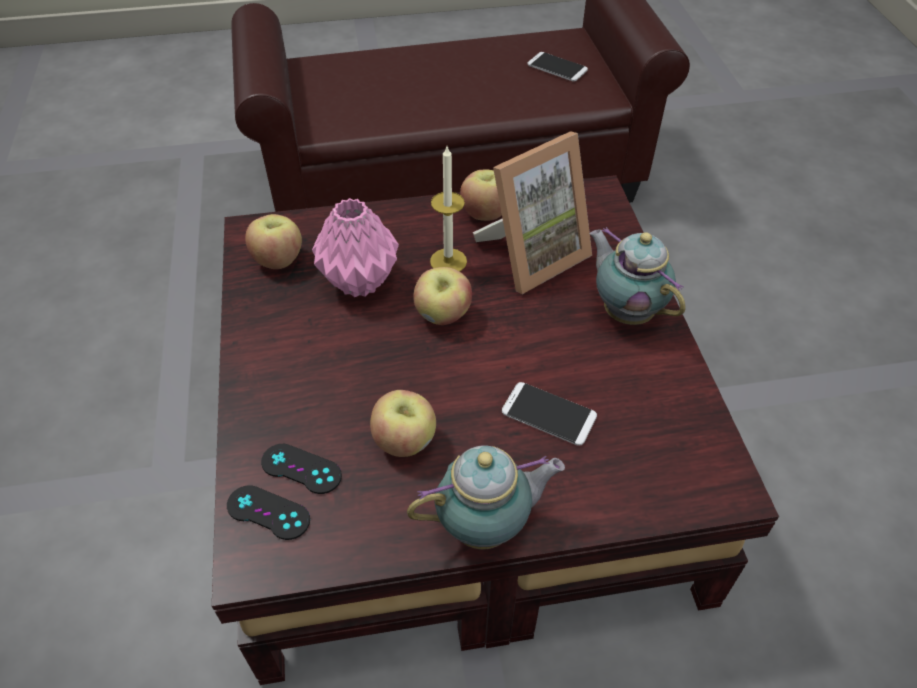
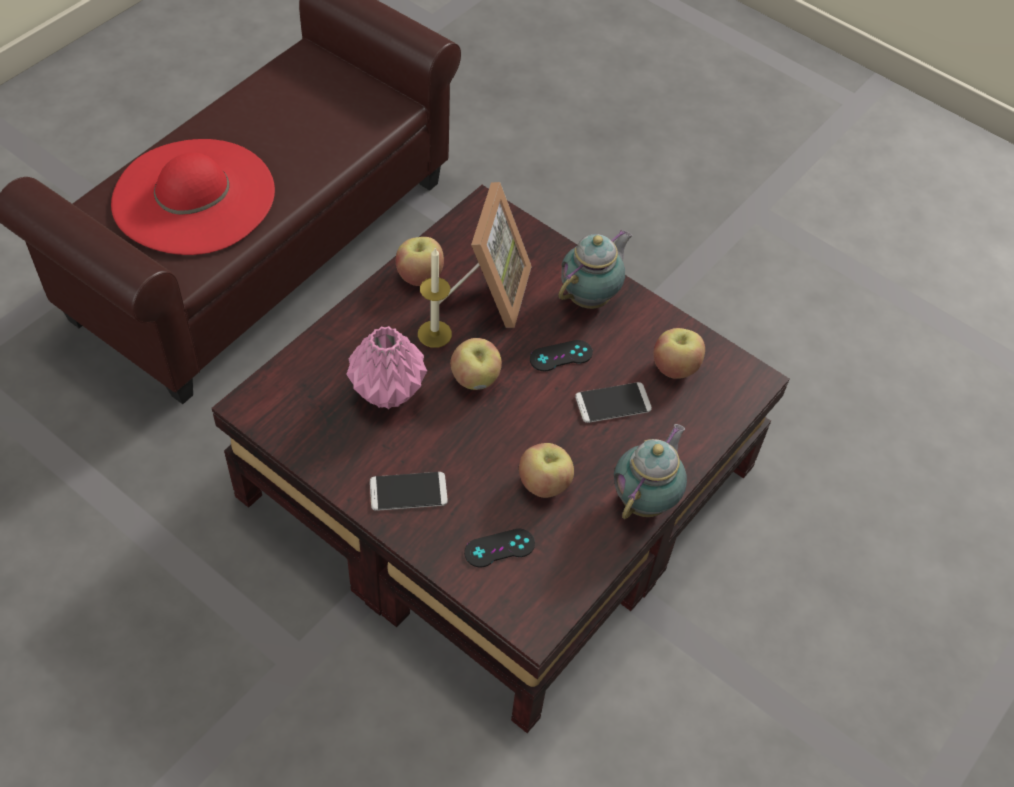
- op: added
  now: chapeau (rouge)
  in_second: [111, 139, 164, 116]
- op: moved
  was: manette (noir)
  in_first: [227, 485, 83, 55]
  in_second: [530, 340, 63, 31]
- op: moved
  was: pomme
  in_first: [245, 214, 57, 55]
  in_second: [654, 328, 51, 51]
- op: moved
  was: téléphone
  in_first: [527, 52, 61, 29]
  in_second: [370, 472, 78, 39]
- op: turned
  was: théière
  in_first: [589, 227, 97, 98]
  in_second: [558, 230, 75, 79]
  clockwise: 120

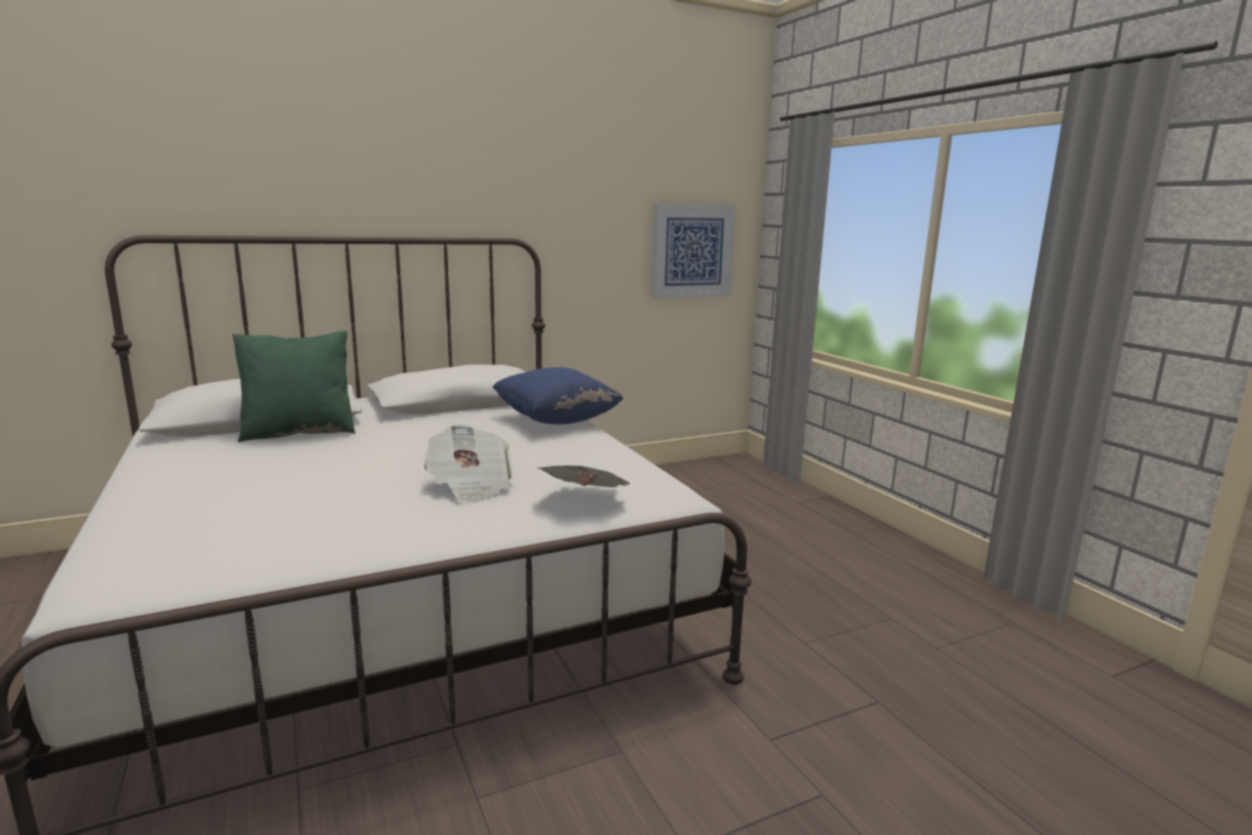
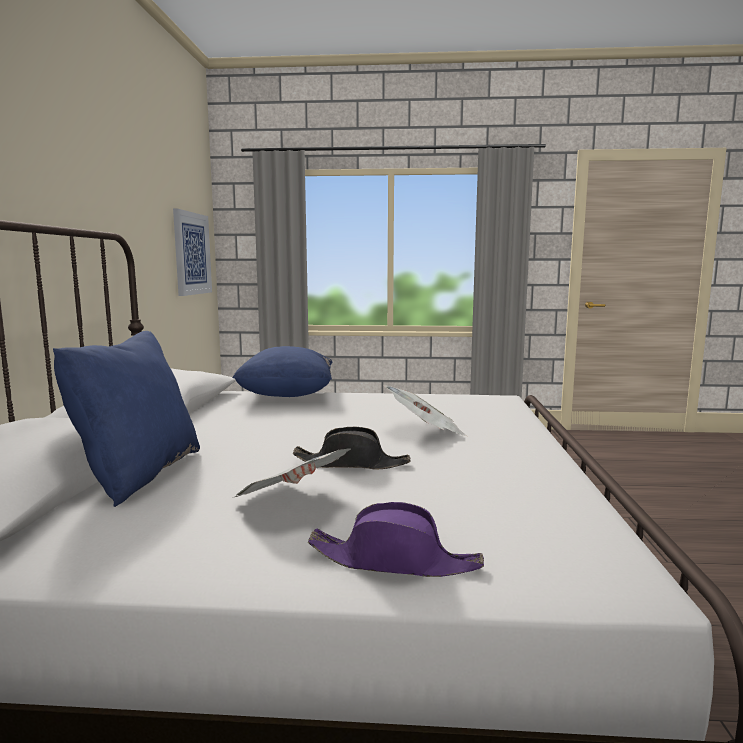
- op: added
  now: chapeau (noir)
  in_second: [293, 427, 118, 42]
- op: added
  now: chapeau (violet)
  in_second: [308, 502, 176, 75]
- op: moved
  was: journal
  in_first: [538, 465, 92, 22]
  in_second: [235, 448, 116, 49]
- op: recoloured
  was: coussin (vert)
  now: coussin (bleu)
  in_first: [232, 331, 123, 111]
  in_second: [53, 331, 147, 176]

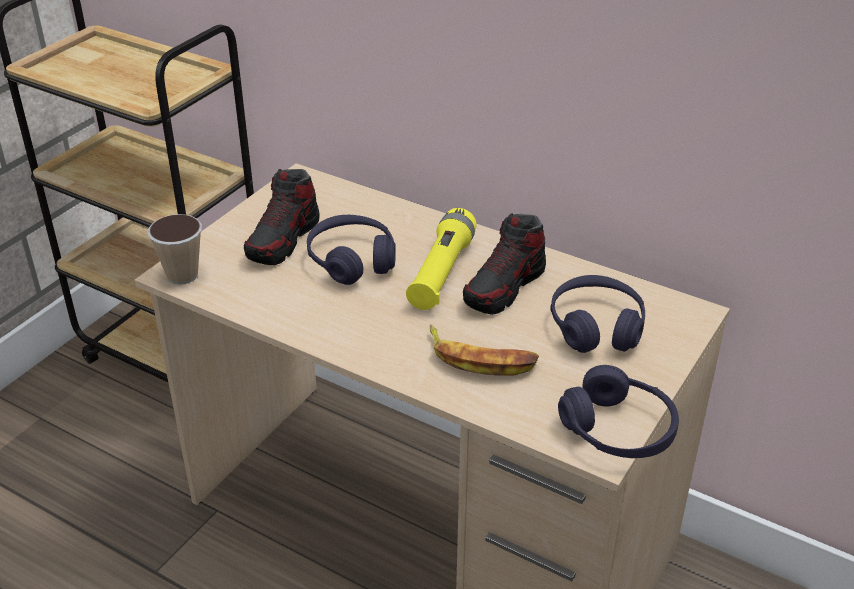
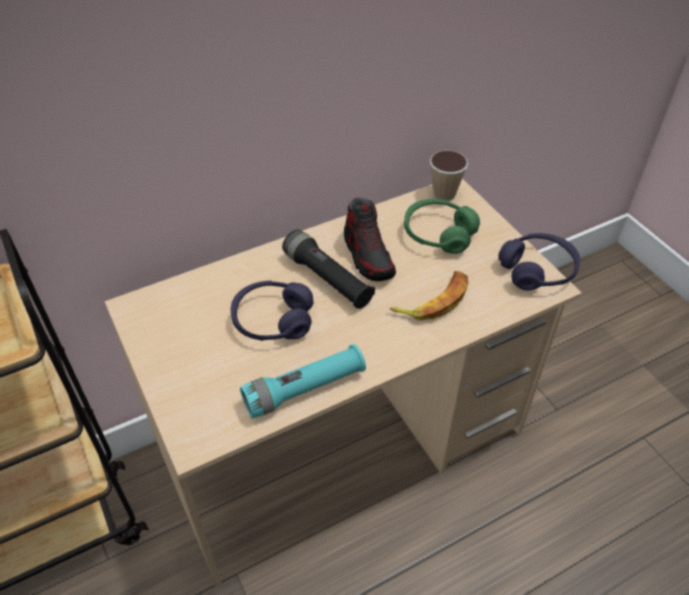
- op: removed
  was: chaussure
  in_first: [244, 169, 76, 96]
- op: added
  now: lampe de poche (turquoise)
  in_second: [240, 344, 126, 74]
- op: moved
  was: tasse
  in_first: [148, 214, 54, 71]
  in_second: [430, 151, 38, 50]
- op: recoloured
  was: lampe de poche (jaune)
  now: lampe de poche (noir)
  in_first: [406, 208, 71, 102]
  in_second: [282, 230, 93, 79]
- op: recoloured
  was: casque audio (violet)
  now: casque audio (vert)
  in_first: [550, 275, 95, 78]
  in_second: [404, 199, 76, 55]

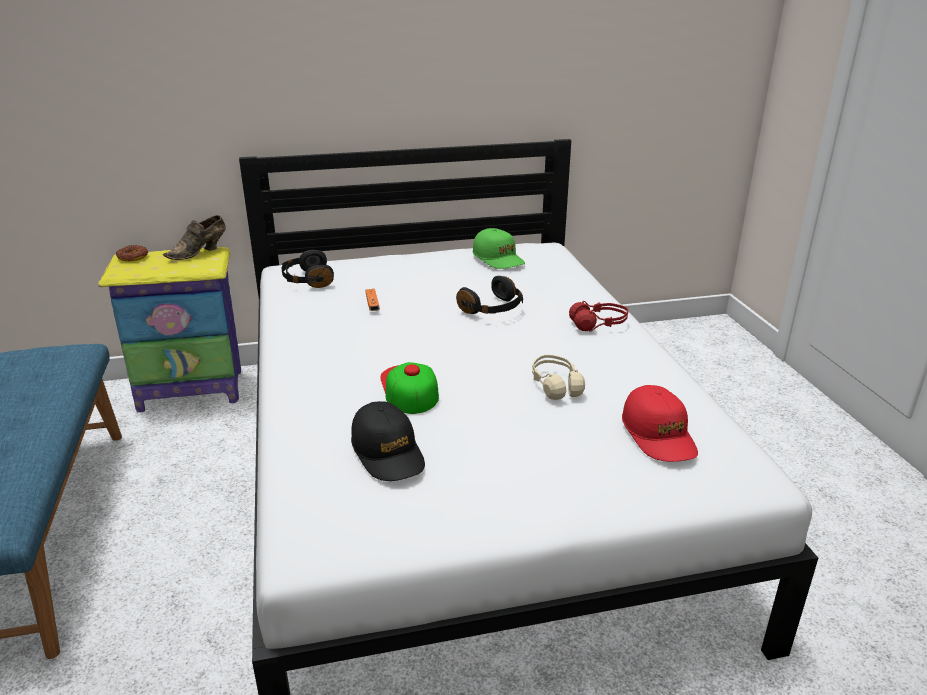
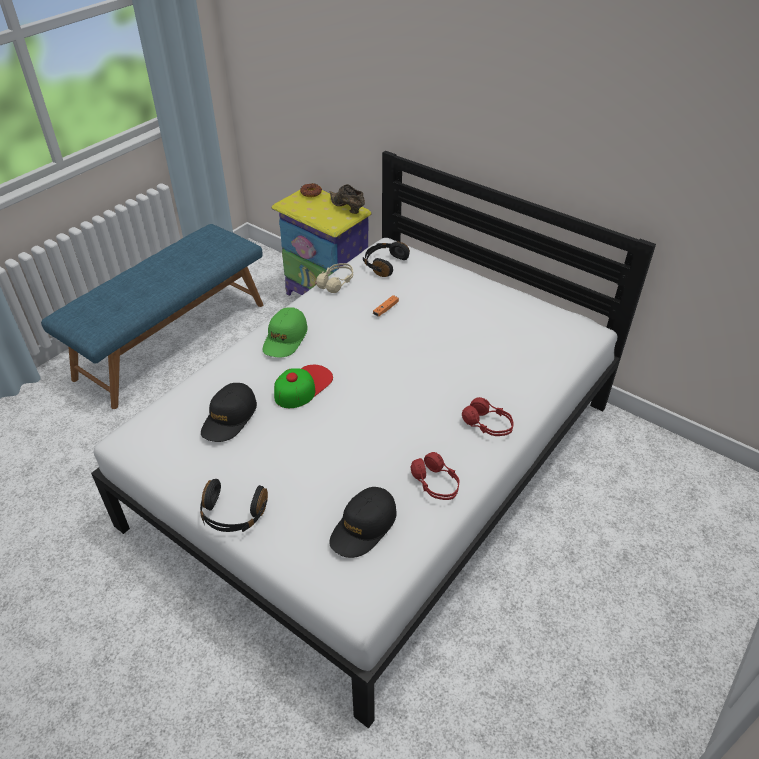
- op: added
  now: casque audio (rouge)
  in_second: [411, 452, 49, 48]
- op: moved
  was: casque audio (noir)
  in_first: [456, 276, 67, 38]
  in_second: [200, 479, 68, 53]
- op: moved
  was: casquette (vert)
  in_first: [473, 228, 52, 41]
  in_second: [263, 307, 45, 51]
- op: moved
  was: casque audio (beige)
  in_first: [532, 355, 53, 45]
  in_second: [316, 263, 37, 30]
- op: recoloured
  was: casquette (rouge)
  now: casquette (noir)
  in_first: [622, 385, 76, 77]
  in_second: [329, 487, 68, 71]
- op: turned
  was: chaussure (marron)
  in_first: [163, 215, 63, 45]
  in_second: [329, 184, 36, 30]
  clockwise: 45

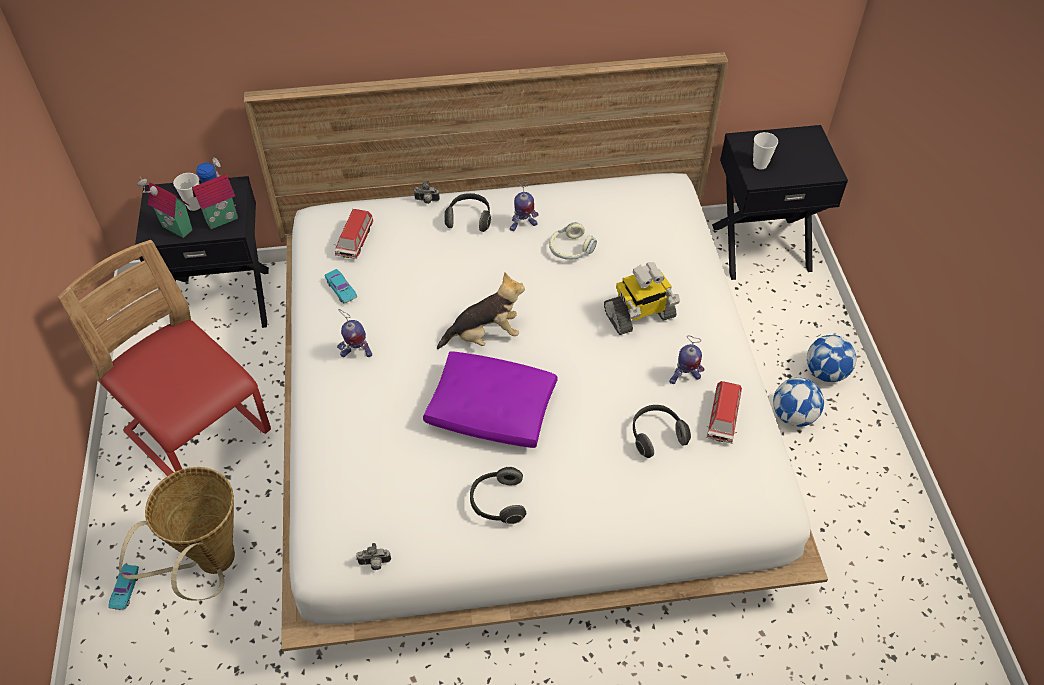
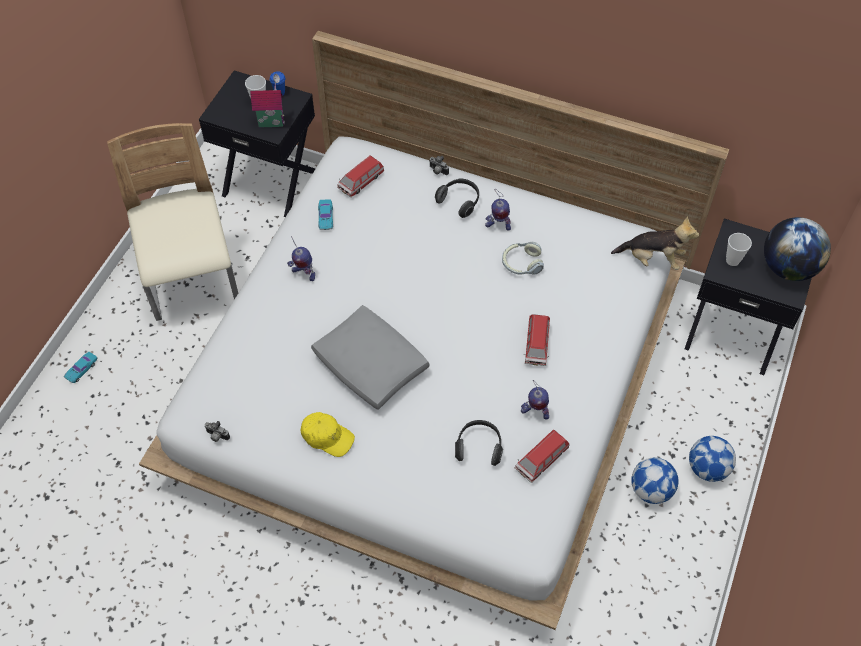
- op: removed
  was: panier
  in_first: [119, 467, 116, 134]
- op: removed
  was: maison miniature
  in_first: [137, 177, 55, 61]
- op: added
  now: globe
  in_second: [764, 217, 67, 64]
- op: moved
  was: peluche
  in_first: [437, 272, 88, 77]
  in_second: [611, 217, 88, 53]
- op: replaced
  was: casque audio
  now: casquette (jaune)
  in_first: [470, 467, 56, 57]
  in_second: [301, 412, 54, 45]
- op: replaced
  was: robot jouet
  now: petite voiture
  in_first: [604, 262, 76, 73]
  in_second: [524, 314, 26, 52]
- op: recoloured
  was: chaise (rouge)
  now: chaise (beige)
  in_first: [58, 240, 213, 236]
  in_second: [107, 123, 131, 198]
- op: recoloured
  was: coussin (violet)
  now: coussin (gris)
  in_first: [423, 352, 135, 96]
  in_second: [311, 305, 118, 105]

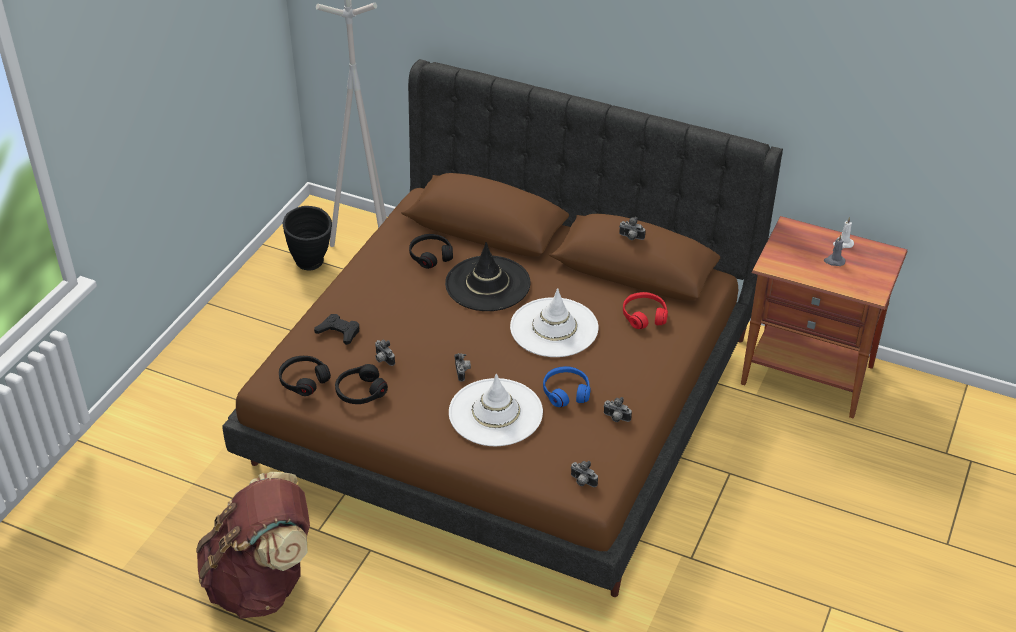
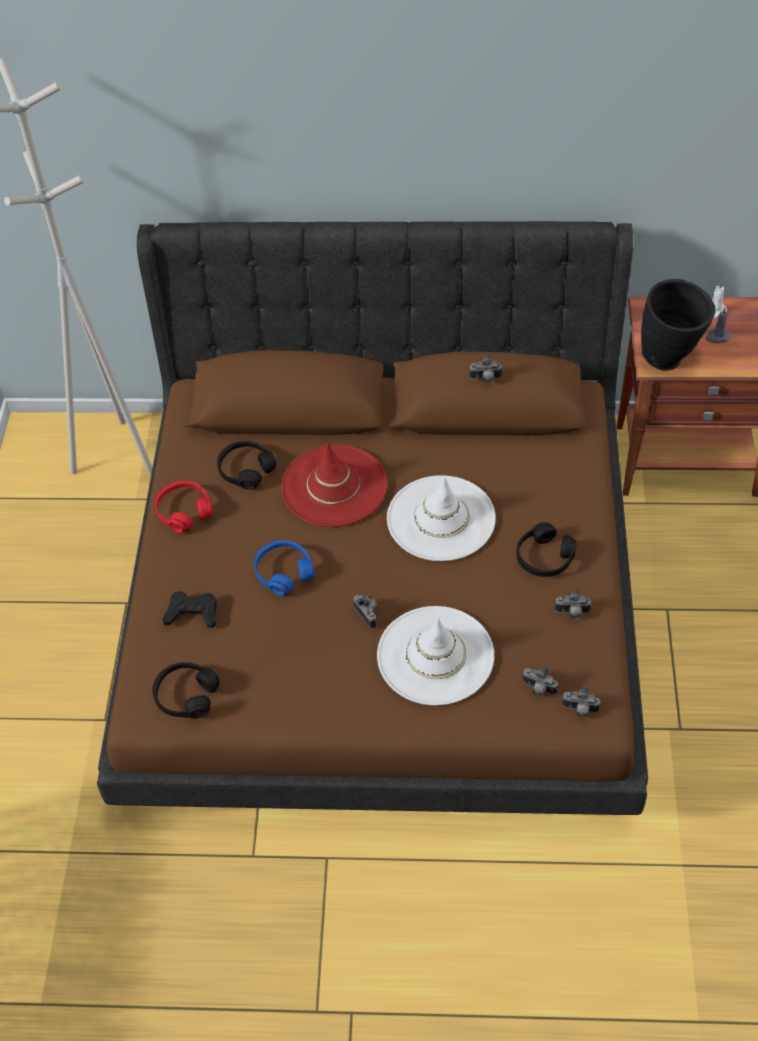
- op: removed
  was: sac à dos (marron)
  in_first: [196, 472, 114, 147]
- op: moved
  was: vase (noir)
  in_first: [282, 206, 50, 65]
  in_second: [641, 279, 75, 92]
- op: moved
  was: casque audio (noir)
  in_first: [335, 364, 53, 40]
  in_second: [516, 522, 61, 55]
- op: moved
  was: appareil photo
  in_first: [375, 339, 20, 27]
  in_second: [522, 666, 36, 31]
- op: moved
  was: casque audio (bleu)
  in_first: [543, 366, 48, 41]
  in_second: [254, 540, 60, 56]
- op: moved
  was: casque audio (rouge)
  in_first: [623, 292, 45, 37]
  in_second: [155, 481, 58, 52]
- op: recoloured
  was: chapeau (noir)
  now: chapeau (rouge)
  in_first: [445, 242, 86, 69]
  in_second: [281, 441, 106, 86]

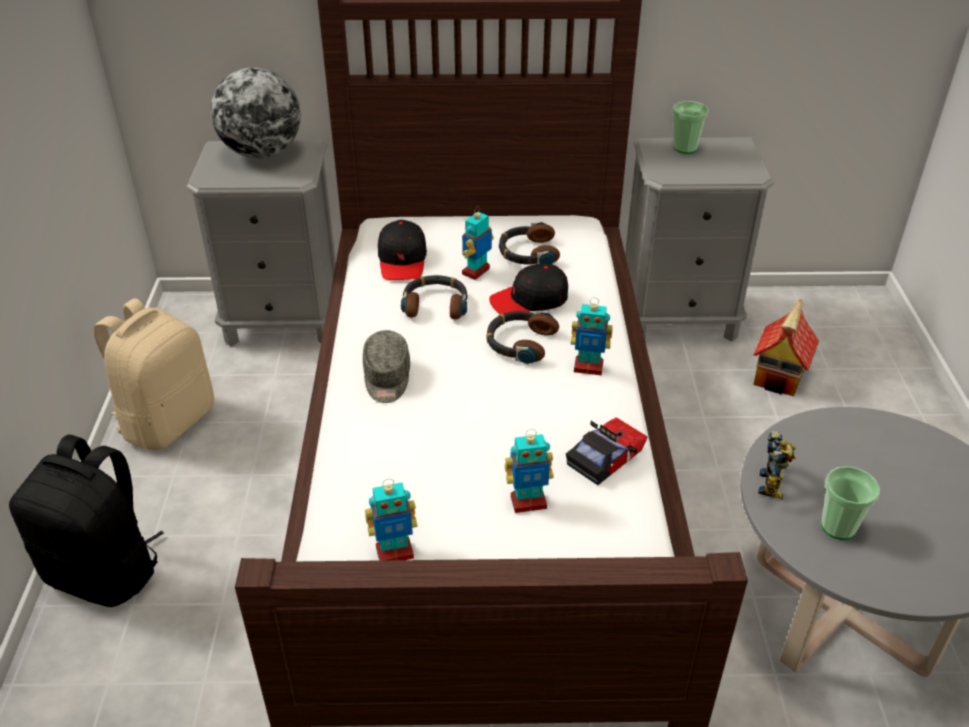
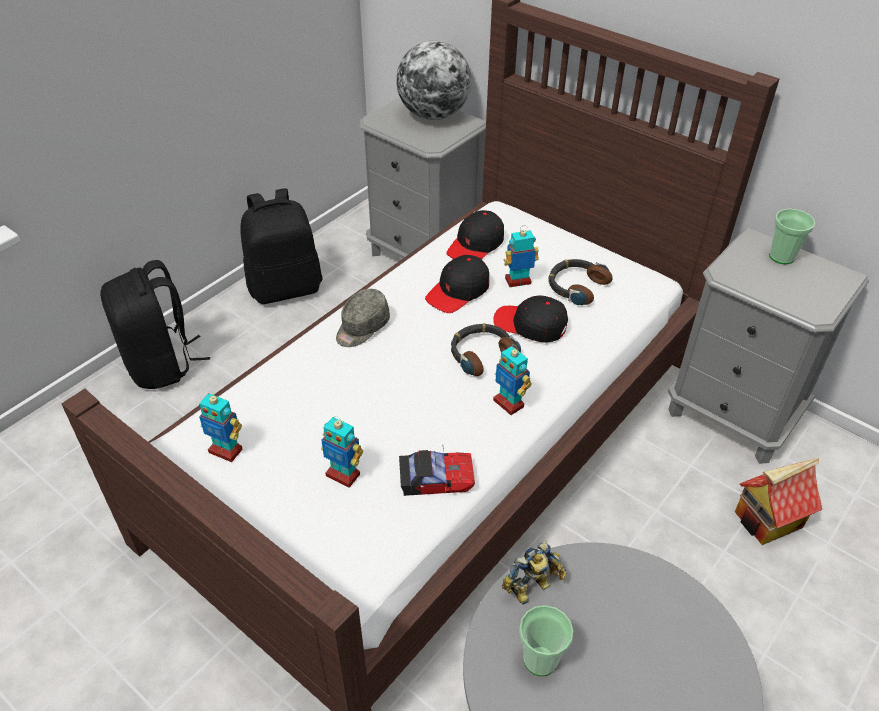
- op: replaced
  was: casque audio
  now: casquette (noir)
  in_first: [401, 275, 66, 44]
  in_second: [425, 255, 64, 58]
- op: recoloured
  was: sac à dos (beige)
  now: sac à dos (noir)
  in_first: [93, 298, 121, 152]
  in_second: [240, 188, 82, 116]

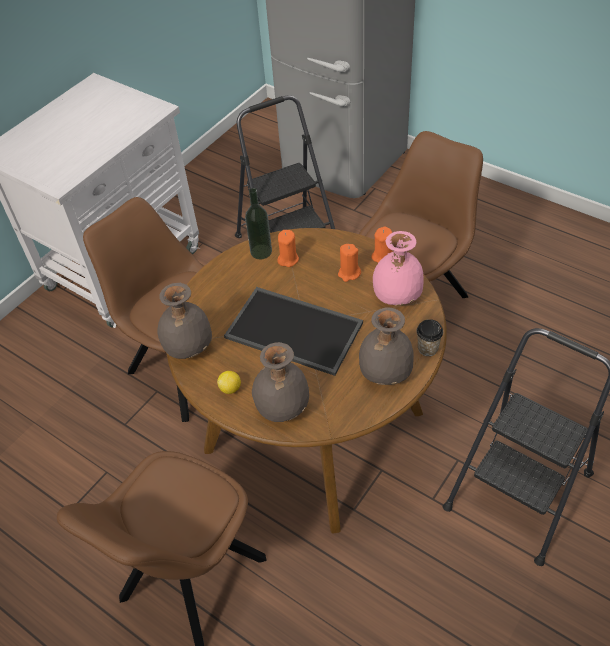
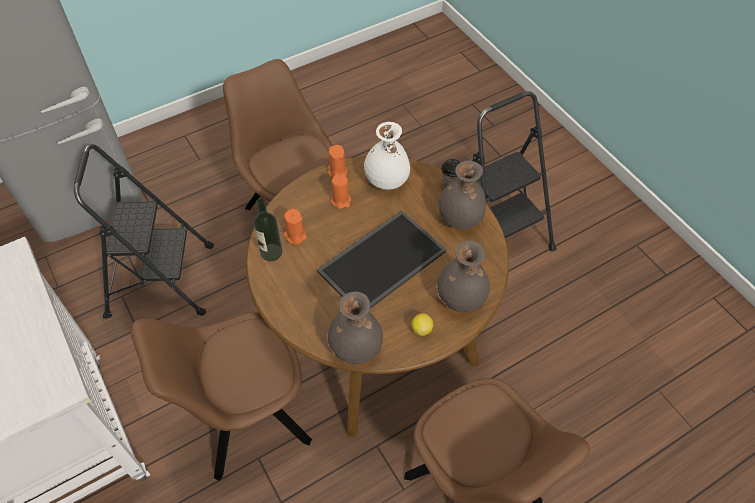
- op: recoloured
  was: vase (rose)
  now: vase (blanc)
  in_first: [373, 231, 51, 75]
  in_second: [364, 122, 46, 68]

